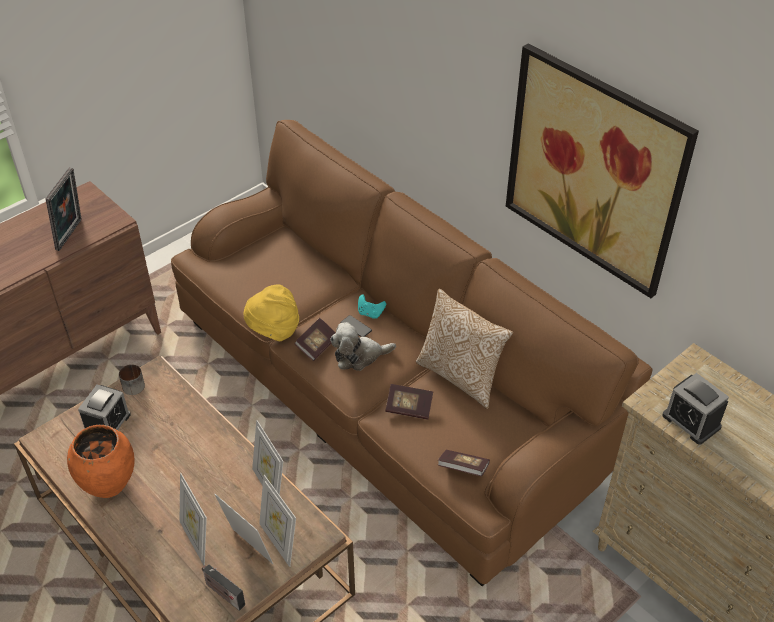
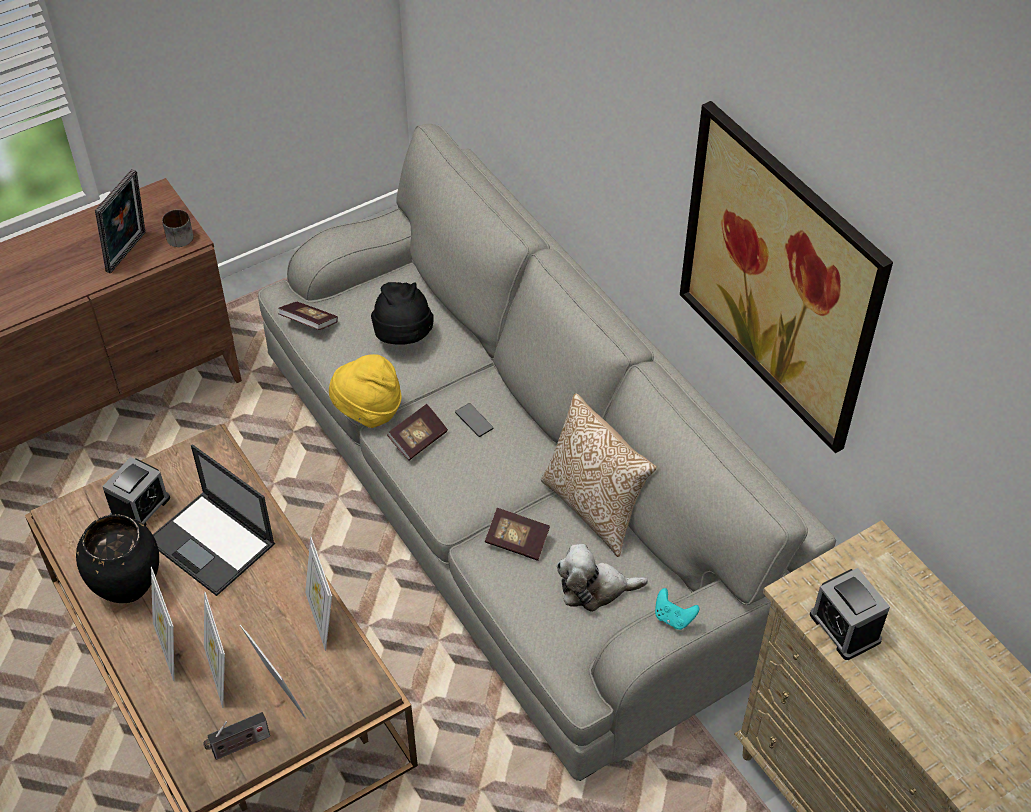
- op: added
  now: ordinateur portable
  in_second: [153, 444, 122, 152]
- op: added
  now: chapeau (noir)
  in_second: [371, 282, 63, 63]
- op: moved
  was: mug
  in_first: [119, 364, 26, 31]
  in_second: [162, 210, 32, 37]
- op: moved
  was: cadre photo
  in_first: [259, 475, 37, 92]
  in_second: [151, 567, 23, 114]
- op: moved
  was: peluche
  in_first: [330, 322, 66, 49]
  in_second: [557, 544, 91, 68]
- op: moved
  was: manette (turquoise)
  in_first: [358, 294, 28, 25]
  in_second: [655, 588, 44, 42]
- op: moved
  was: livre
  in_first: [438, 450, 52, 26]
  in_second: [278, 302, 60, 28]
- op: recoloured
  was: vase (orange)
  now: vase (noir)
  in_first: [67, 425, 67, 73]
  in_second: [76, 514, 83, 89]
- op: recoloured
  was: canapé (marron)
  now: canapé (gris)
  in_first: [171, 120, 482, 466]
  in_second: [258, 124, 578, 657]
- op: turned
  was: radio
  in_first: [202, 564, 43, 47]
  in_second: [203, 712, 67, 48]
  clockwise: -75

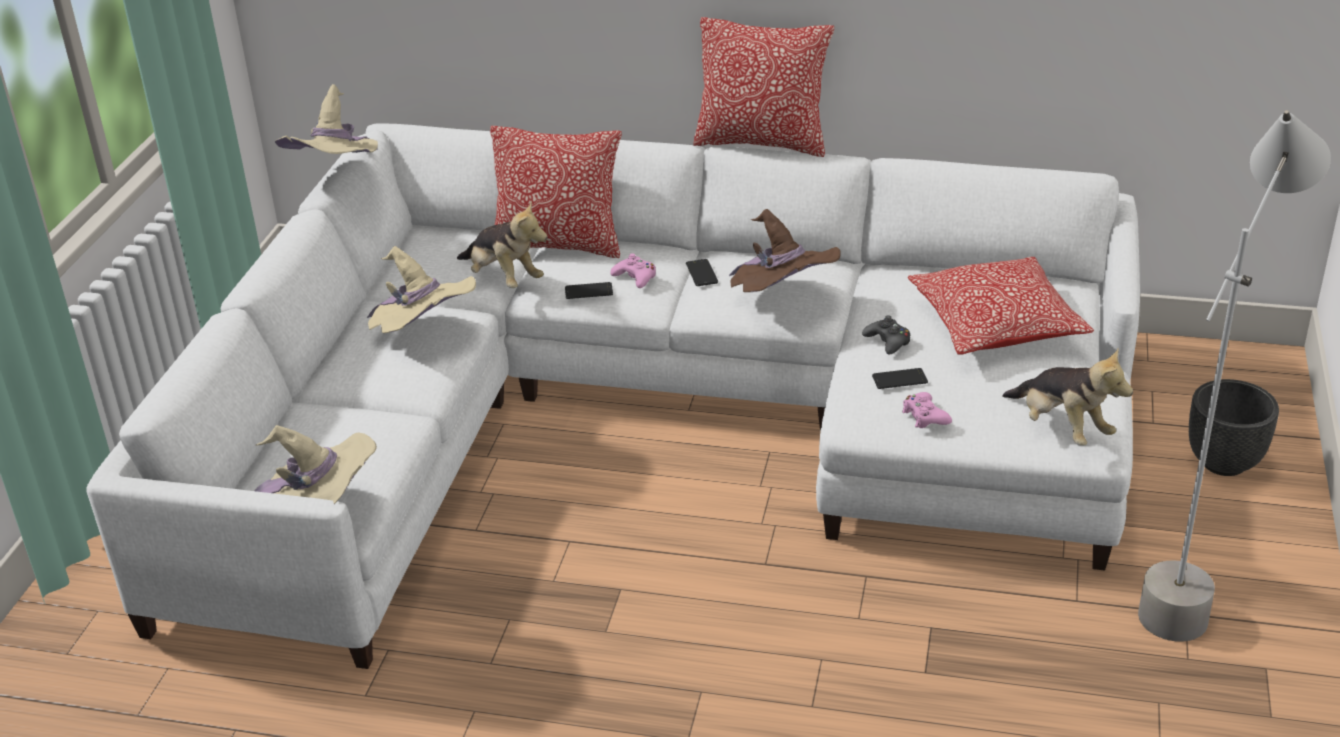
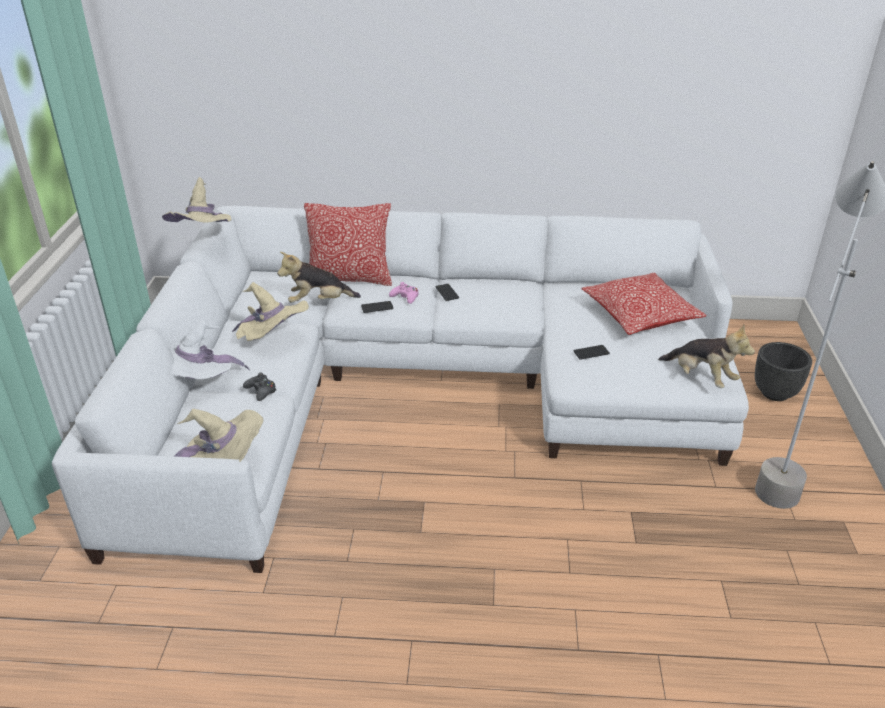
- op: removed
  was: coussin
  in_first: [693, 17, 141, 140]
- op: removed
  was: chapeau (marron)
  in_first: [729, 209, 112, 83]
- op: removed
  was: manette (rose)
  in_first: [902, 392, 50, 36]
- op: added
  now: chapeau (blanc)
  in_second: [170, 320, 80, 59]
- op: moved
  was: manette (noir)
  in_first: [862, 315, 48, 40]
  in_second: [243, 373, 33, 28]
- op: turned
  was: peluche
  in_first: [457, 201, 91, 87]
  in_second: [277, 252, 84, 51]
  clockwise: 135

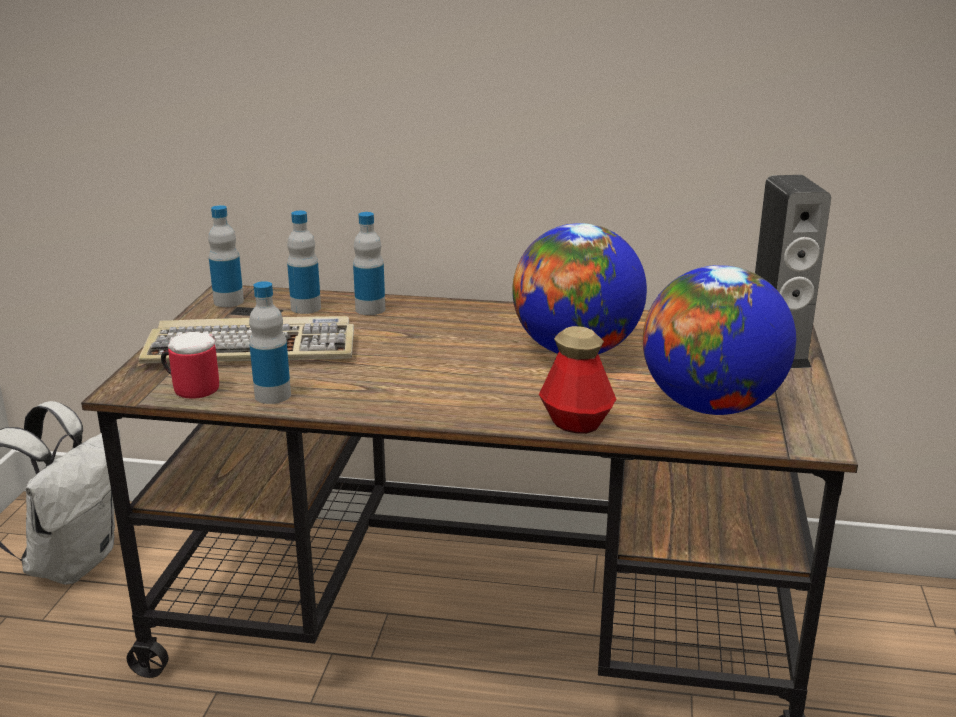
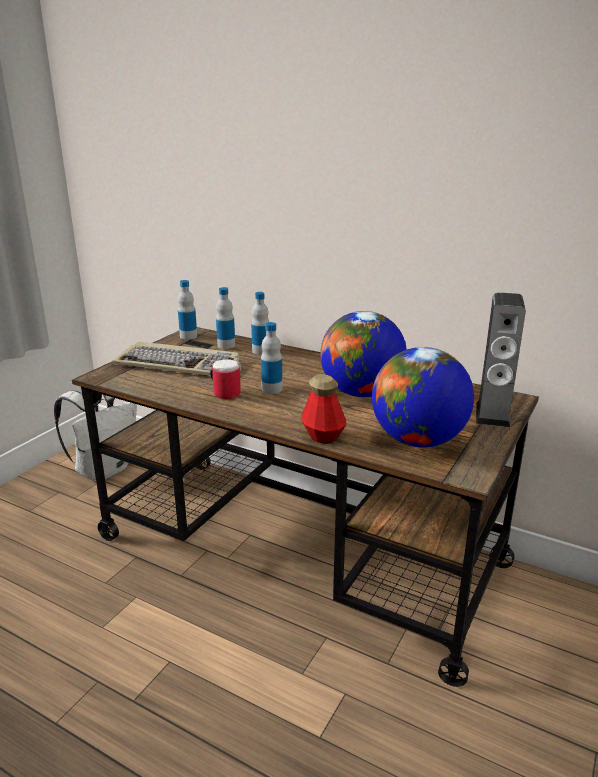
- op: moved
  was: mug
  in_first: [161, 332, 58, 67]
  in_second: [210, 359, 32, 40]
- op: moved
  was: bouteille
  in_first: [249, 281, 42, 123]
  in_second: [261, 322, 21, 72]

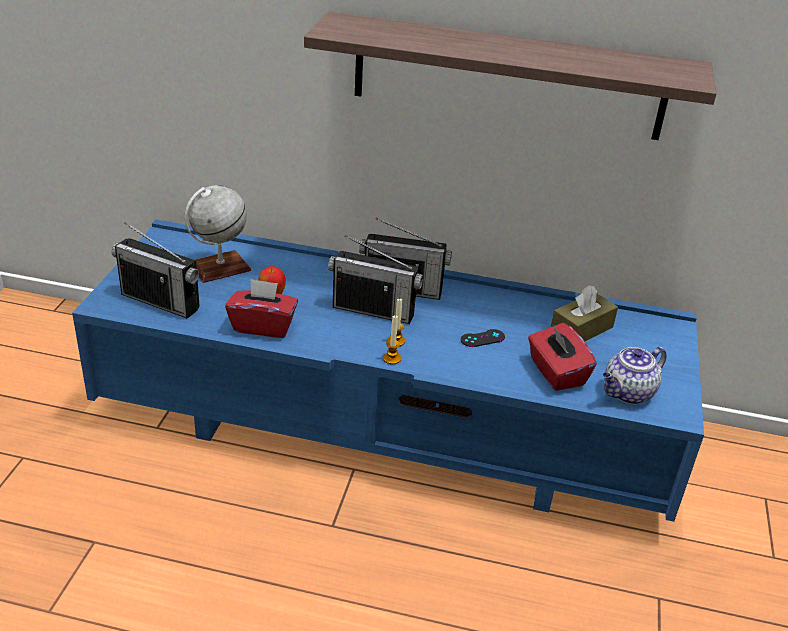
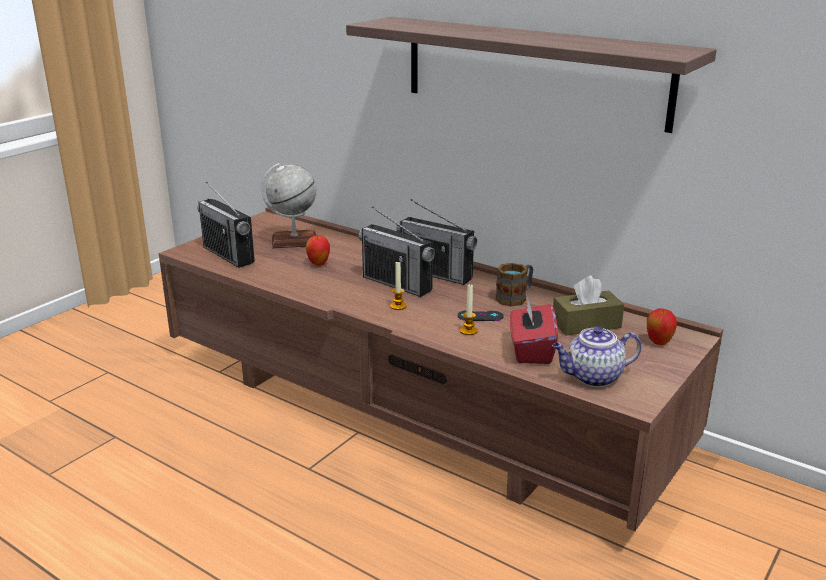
- op: removed
  was: boîte à mouchoirs (rouge)
  in_first: [225, 279, 73, 59]
- op: added
  now: mug
  in_second: [496, 263, 37, 43]
- op: added
  now: pomme
  in_second: [647, 308, 30, 37]
- op: moved
  was: bougie
  in_first: [383, 315, 18, 49]
  in_second: [460, 285, 18, 50]
- op: recoloured
  was: meuble télé (bleu)
  now: meuble télé (marron)
  in_first: [72, 219, 632, 303]
  in_second: [159, 206, 564, 326]

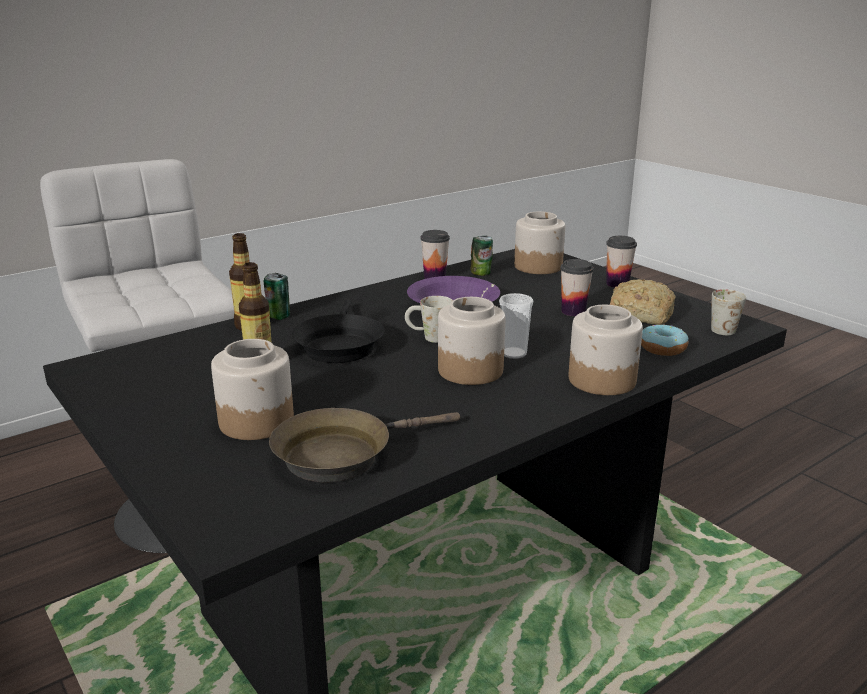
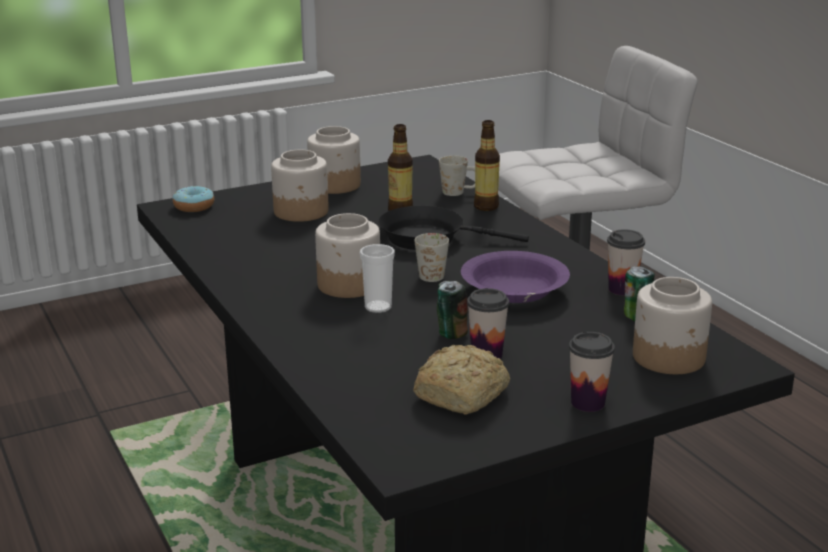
- op: removed
  was: poêle (marron)
  in_first: [269, 408, 191, 74]
- op: moved
  was: boîte métallique
  in_first: [264, 273, 26, 47]
  in_second: [437, 281, 31, 58]
- op: moved
  was: bocal
  in_first: [569, 305, 74, 90]
  in_second: [307, 126, 54, 68]
- op: moved
  was: beignet
  in_first: [641, 325, 47, 31]
  in_second: [173, 186, 41, 26]
- op: moved
  was: mug (blanc)
  in_first: [711, 289, 35, 46]
  in_second: [439, 155, 36, 41]

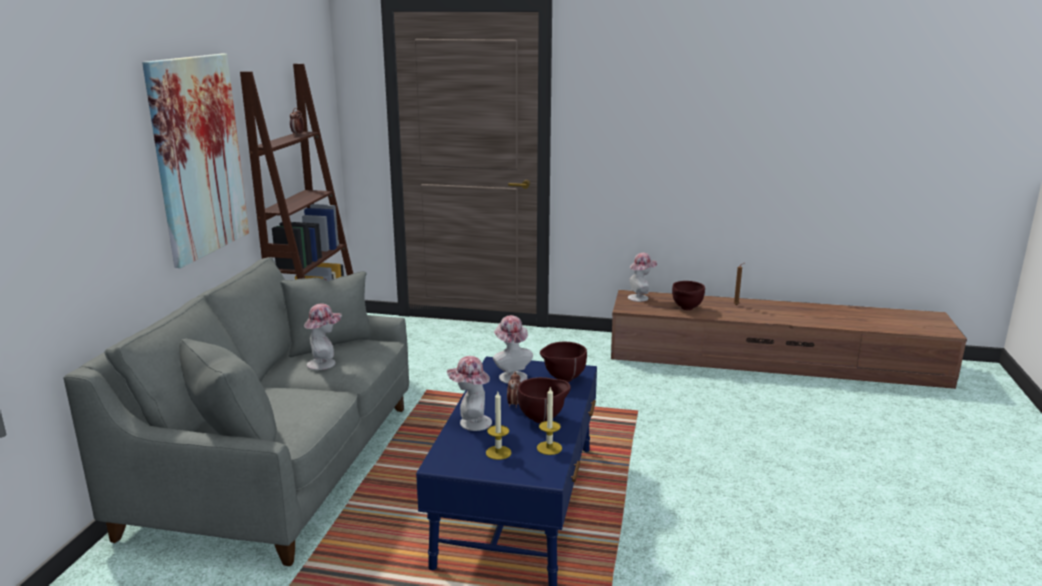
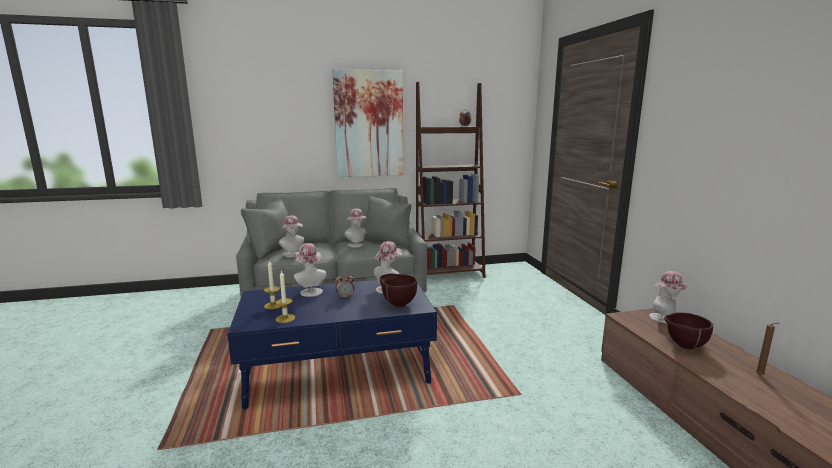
- op: removed
  was: bol (marron)
  in_first: [517, 377, 54, 46]
- op: added
  now: chapeau
  in_second: [279, 215, 25, 42]

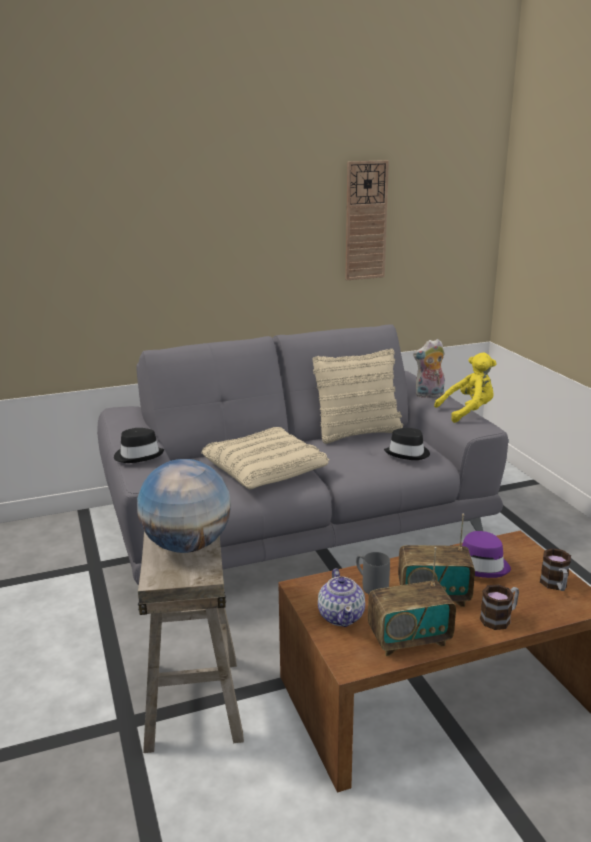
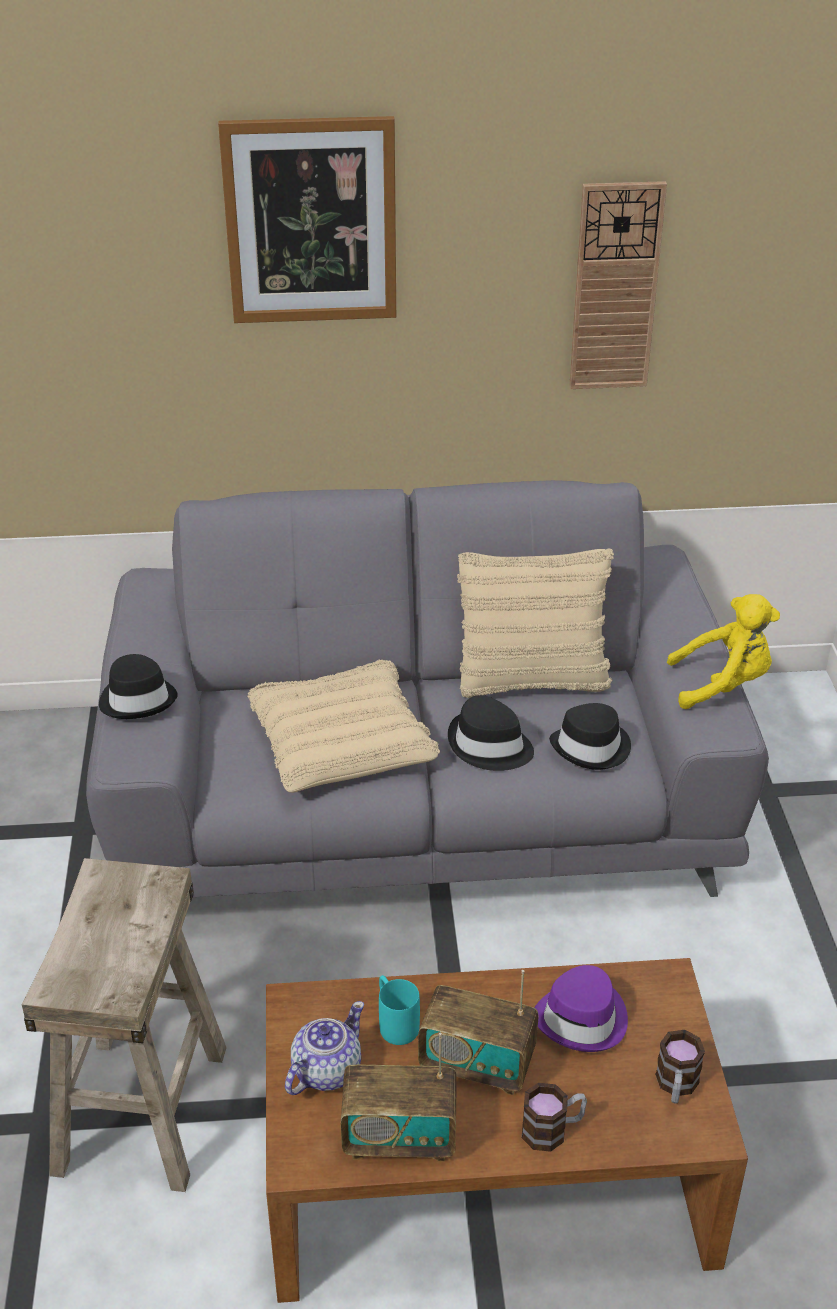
- op: removed
  was: globe
  in_first: [137, 459, 94, 94]
- op: removed
  was: peluche
  in_first: [413, 339, 32, 59]
- op: added
  now: tableau
  in_second: [218, 116, 178, 207]
- op: added
  now: chapeau (noir)
  in_second: [448, 695, 86, 76]
- op: recoloured
  was: mug (gris)
  now: mug (turquoise)
  in_first: [356, 552, 34, 42]
  in_second: [379, 975, 41, 70]
- op: turned
  was: théière
  in_first: [318, 569, 47, 58]
  in_second: [285, 1001, 79, 94]
  clockwise: -150

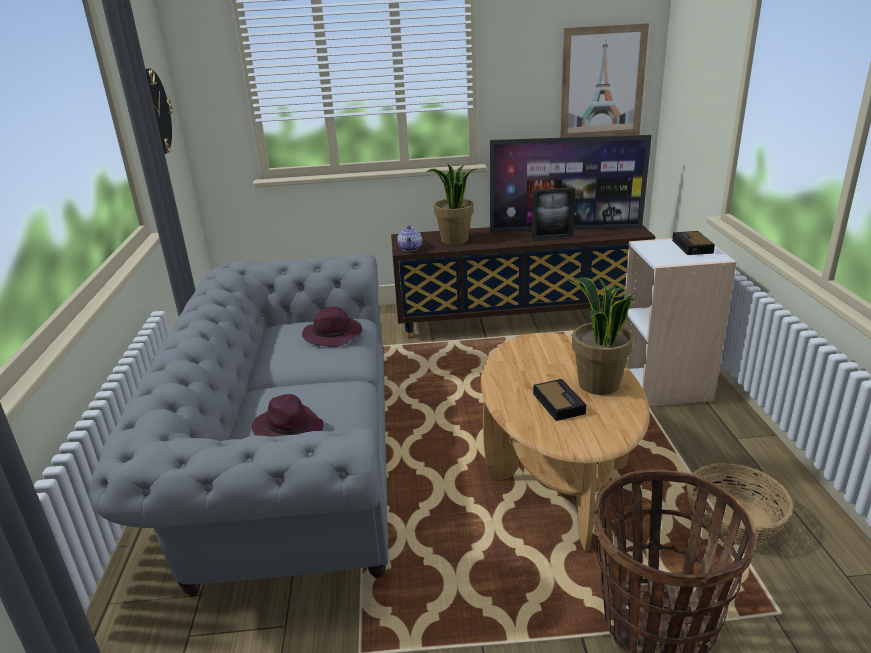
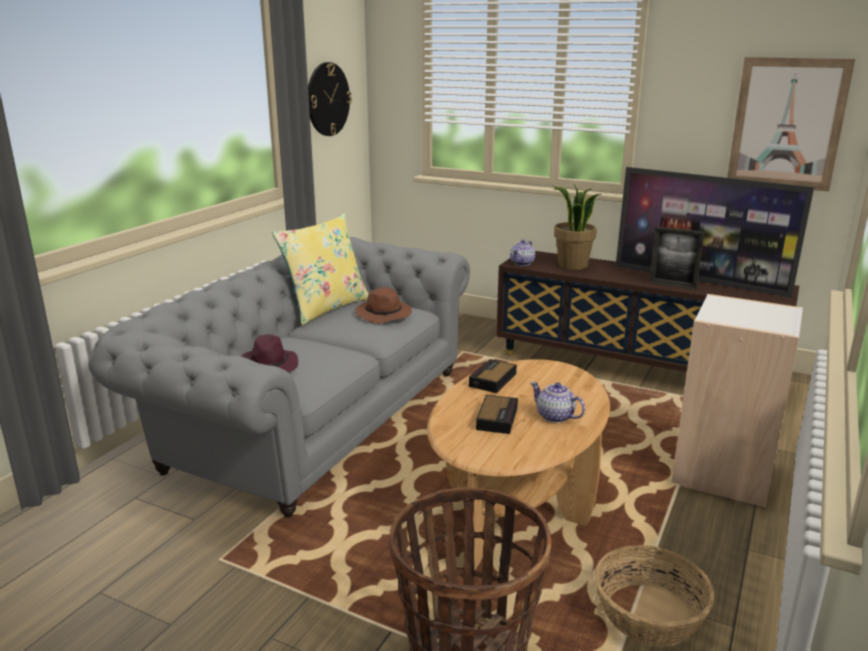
- op: added
  now: coussin (jaune)
  in_second: [272, 214, 97, 111]
- op: moved
  was: réveil
  in_first: [672, 231, 43, 24]
  in_second: [469, 359, 48, 34]
- op: replaced
  was: plante en pot
  now: théière
  in_first: [568, 278, 67, 117]
  in_second: [530, 382, 55, 41]
- op: recoloured
  was: chapeau (violet)
  now: chapeau (marron)
  in_first: [302, 306, 60, 41]
  in_second: [355, 288, 57, 36]

